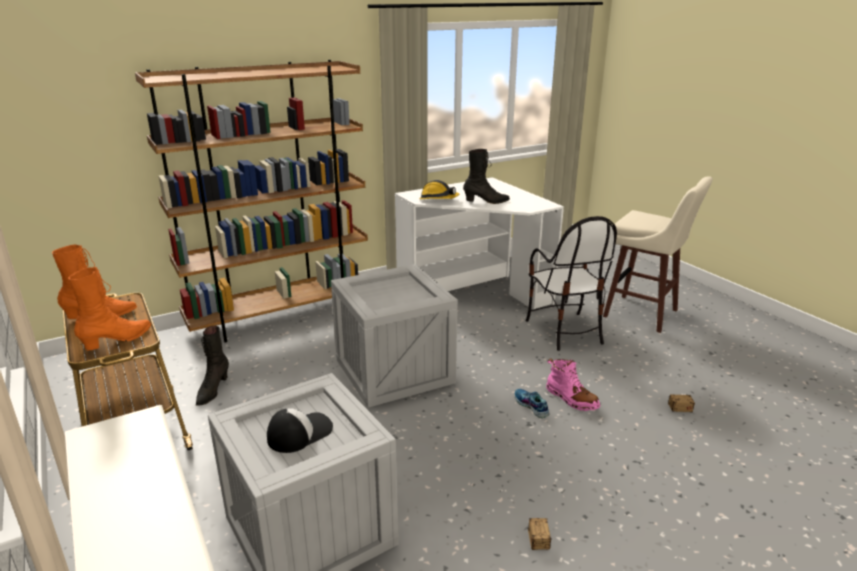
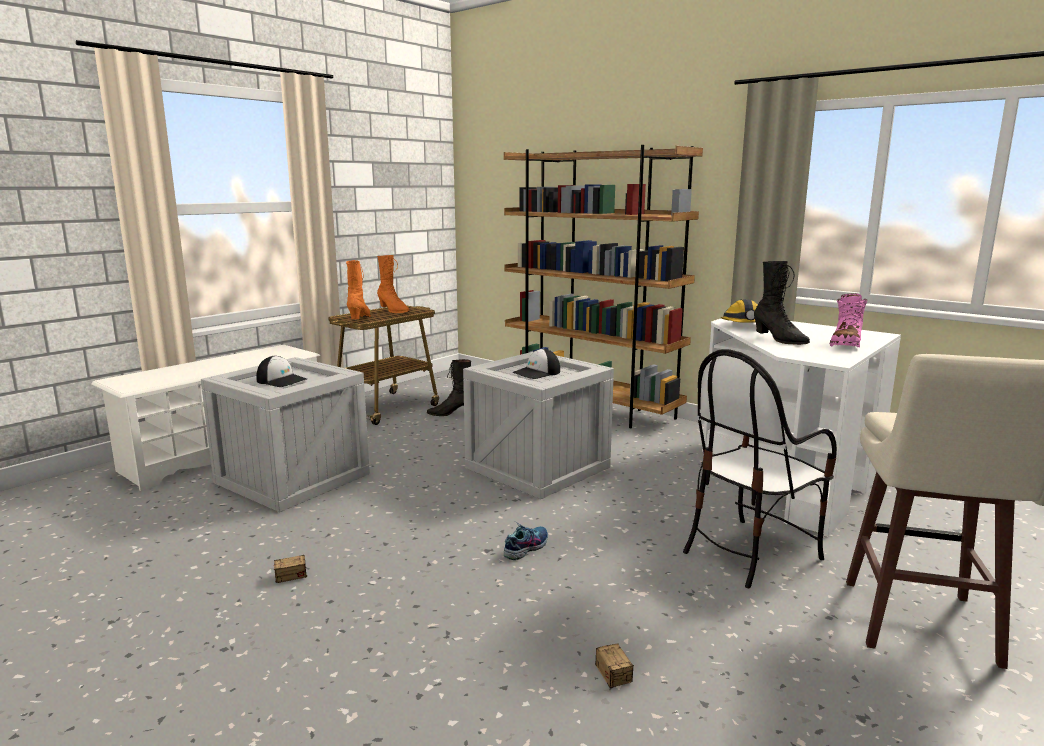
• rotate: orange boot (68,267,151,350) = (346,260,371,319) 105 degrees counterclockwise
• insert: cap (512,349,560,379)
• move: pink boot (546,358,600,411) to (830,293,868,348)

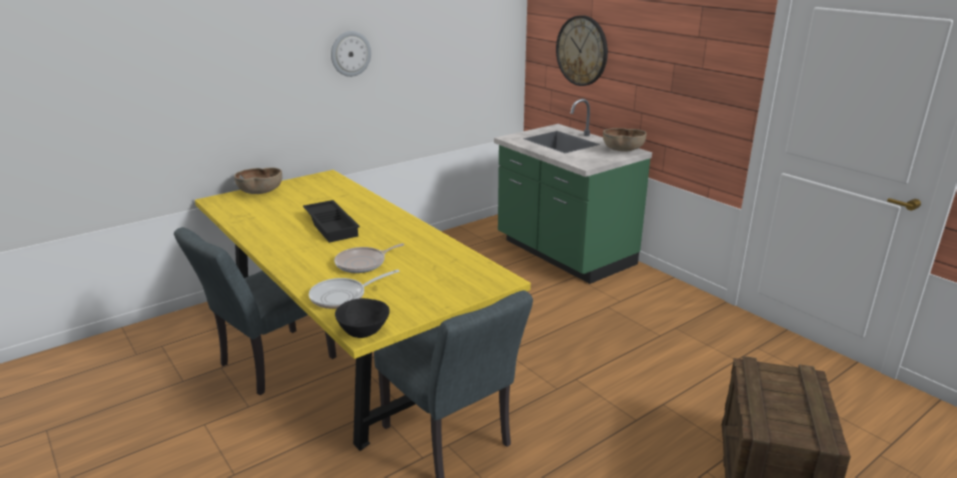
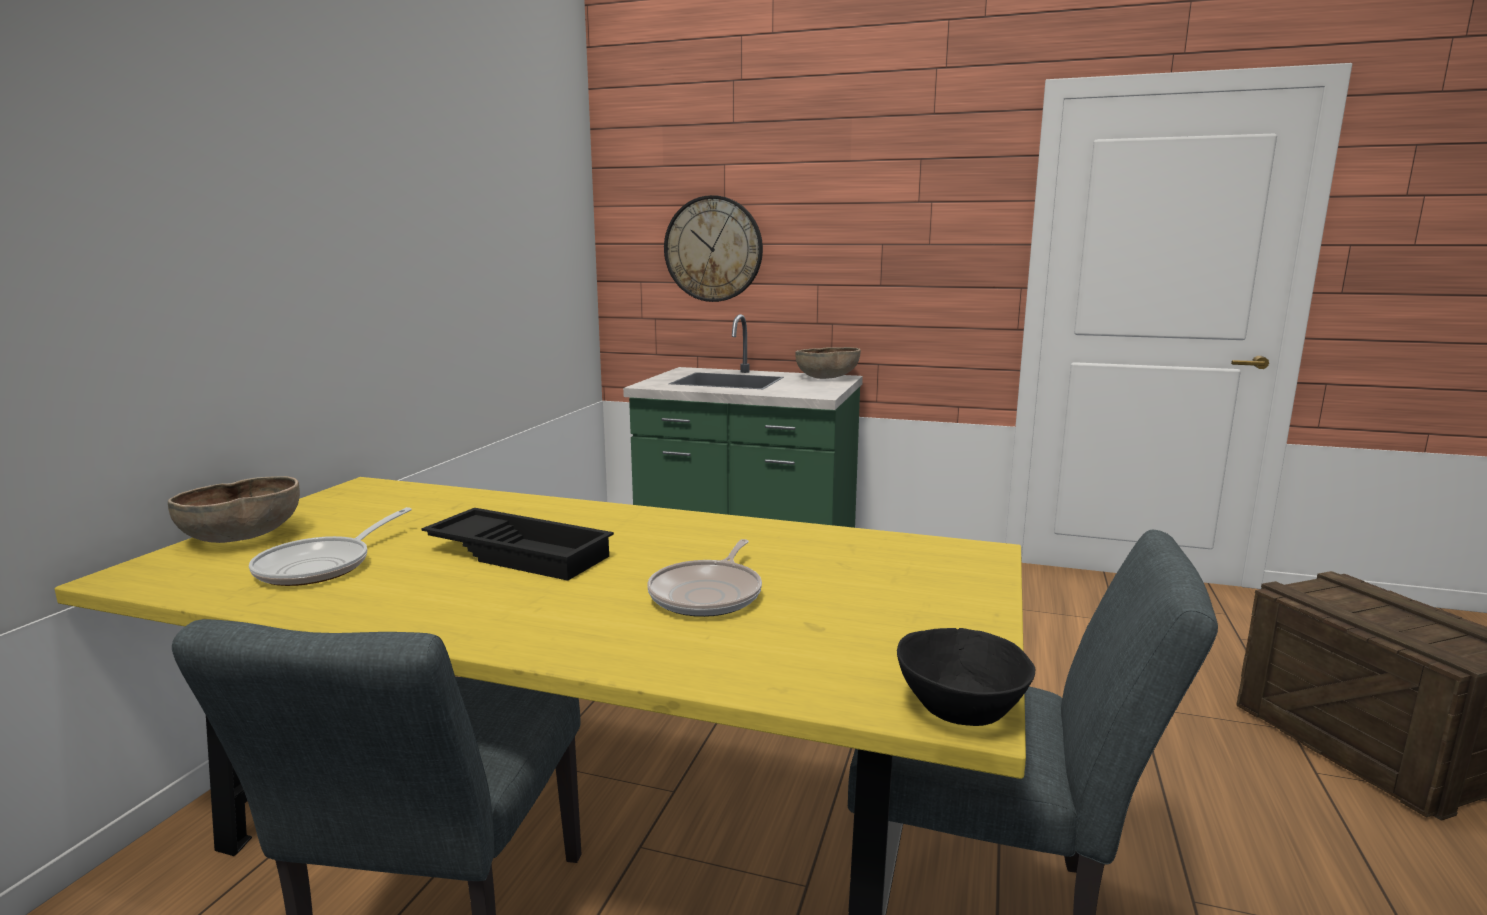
• move: frying pan (309,269,399,309) to (249,507,412,586)
• delete: wall clock (331,31,371,77)

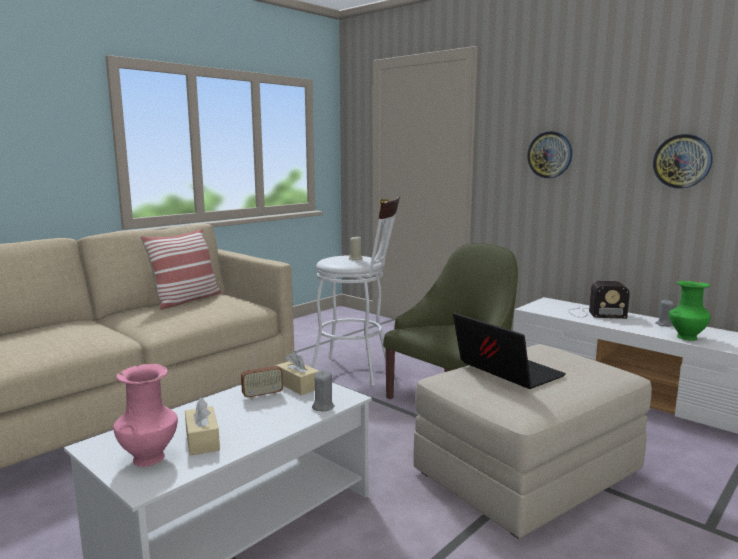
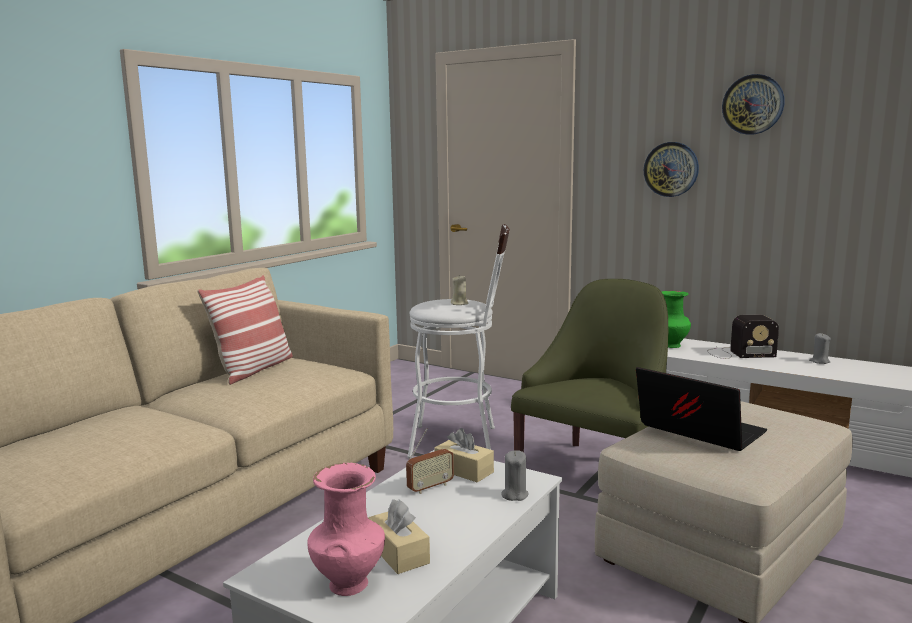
• move: green vase (669,281,711,341) to (662,291,691,348)
• move: wall clock (653,134,713,189) to (722,74,785,135)

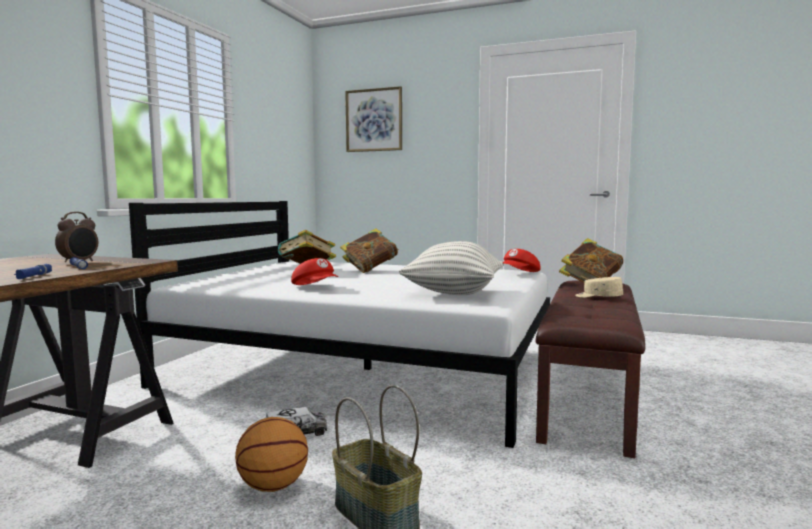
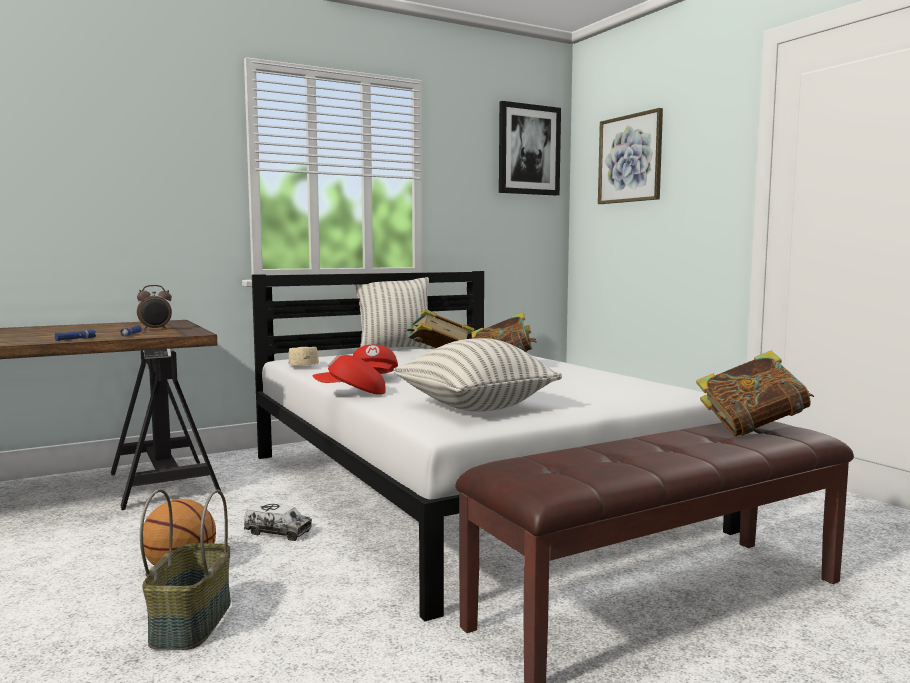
• move: beige cap (575,277,623,298) to (288,347,319,365)
• move: red cap (503,249,540,272) to (313,355,386,395)
• insert: pillow (355,277,436,349)
• insert: picture (499,101,561,196)

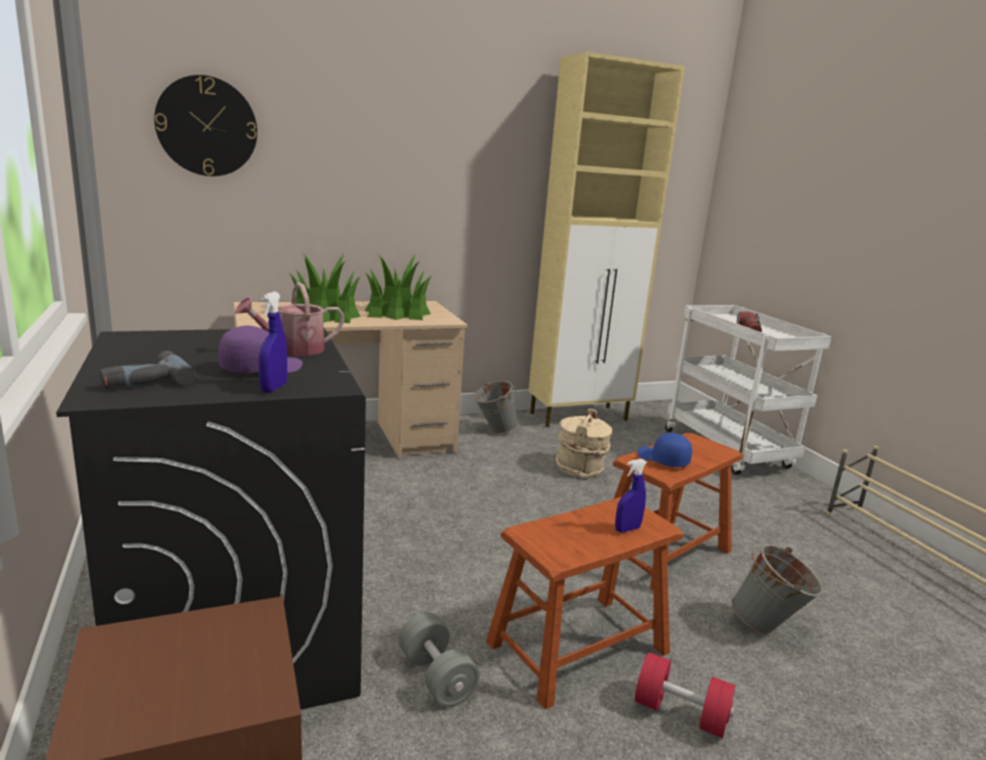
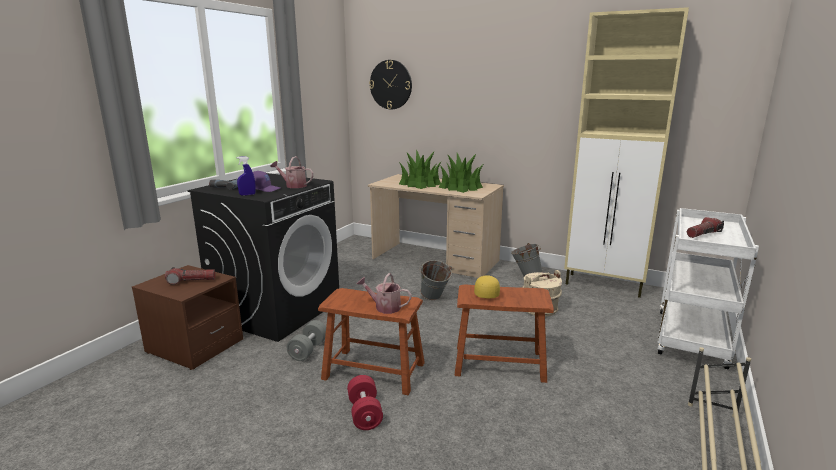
• insert: flashlight (165,267,215,285)
• replace: blue spray bottle (615,459,647,533) to watering can (357,273,412,314)
• move: grey bucket (731,544,823,634) to (419,260,452,300)
• recolor: blue cap (638,433,692,467) to yellow cap (474,275,500,298)

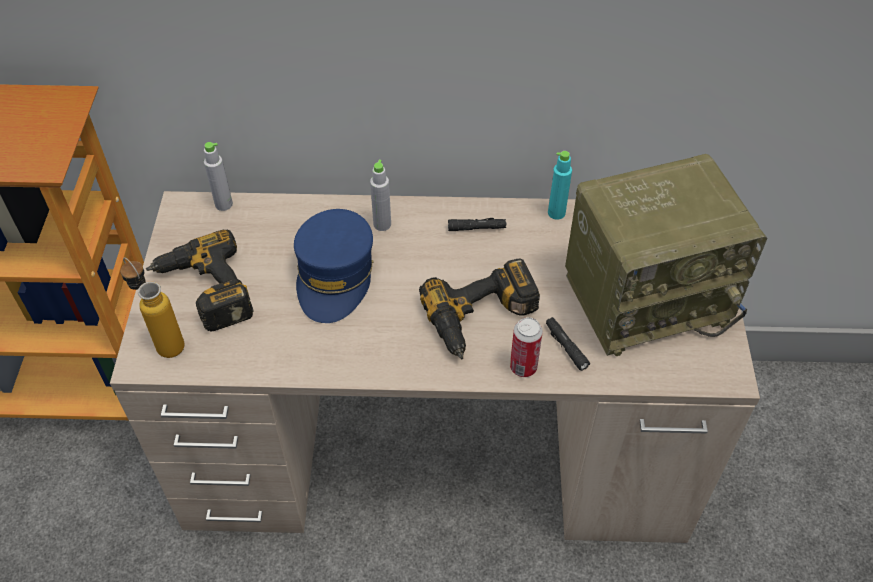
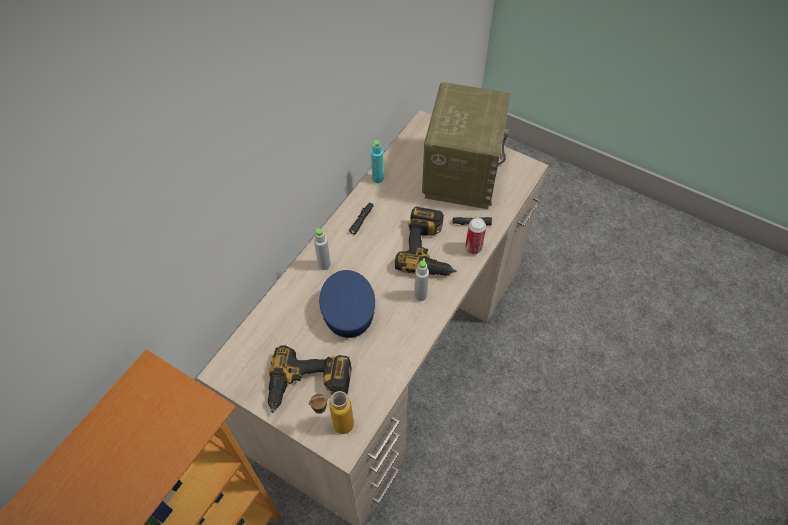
• rotate: blue cap (294,209,373,323) = (319,270,375,338) 135 degrees counterclockwise
• move: grey bottle (204,142,233,211) to (414,258,429,301)

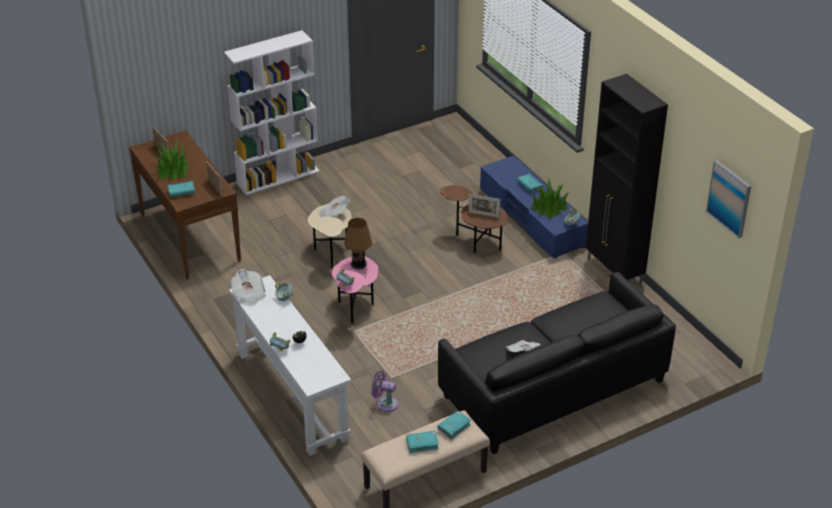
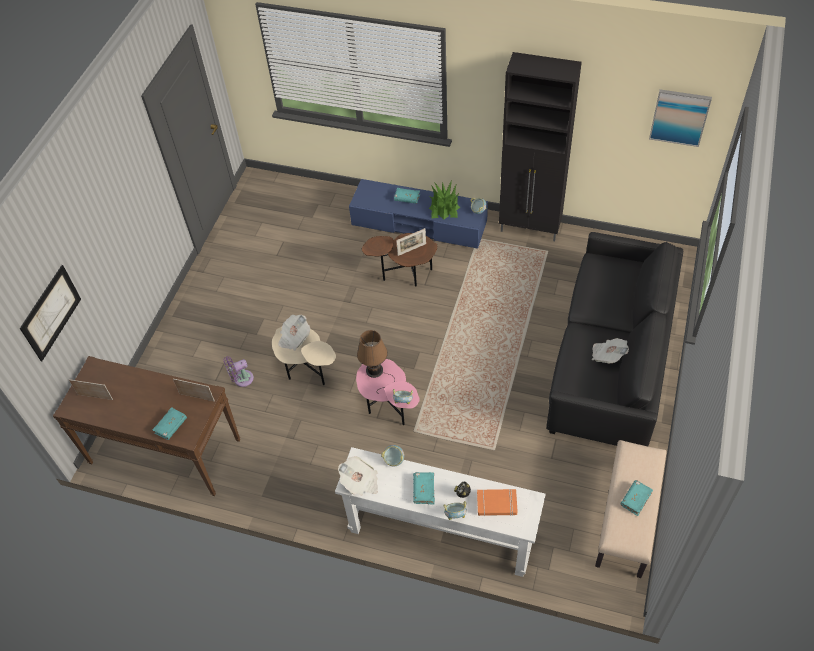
• insert: picture (20,265,81,361)
• move: purple fan (371,371,398,412) to (223,356,254,387)
• move: turquoise book (437,411,471,440) to (413,472,435,504)
• insert: orange book (477,489,518,516)
• delete: potted plant (155,140,190,180)
• delete: white bookcase (224,30,320,195)

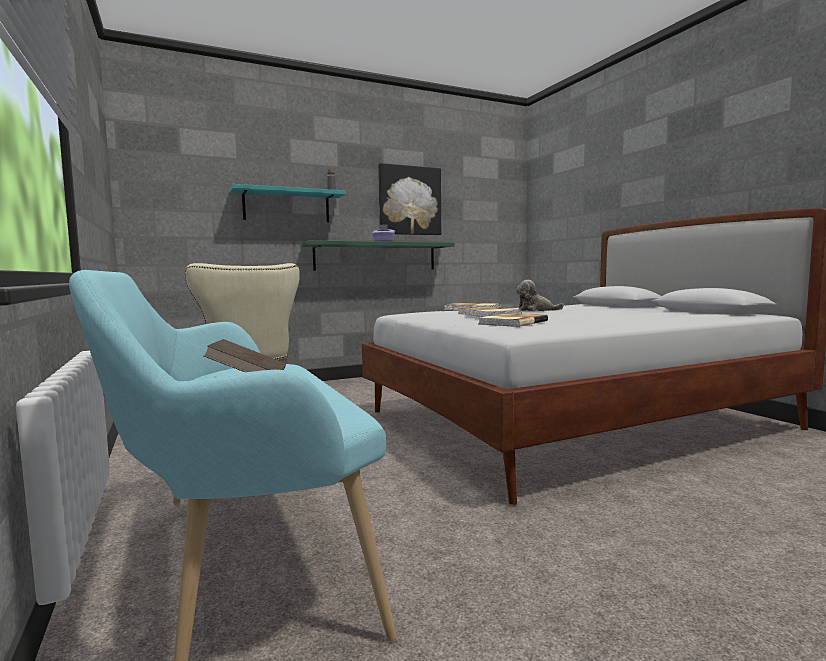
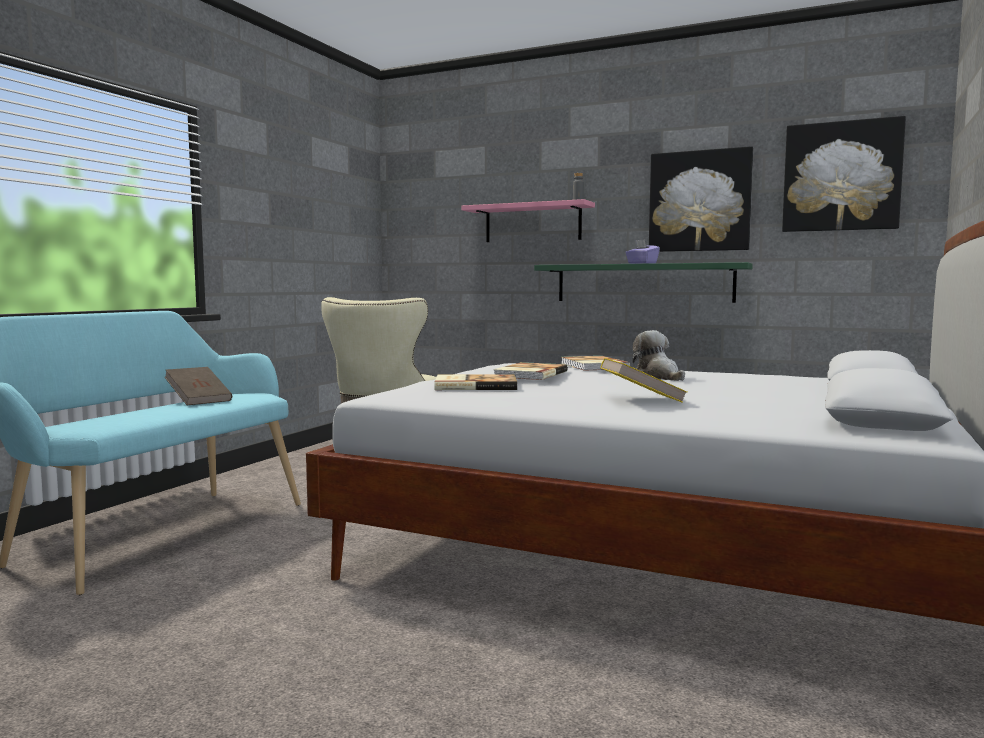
• recolor: turquoise shelf (230,184,346,222) to pink shelf (462,199,595,242)
• insert: yellow book (600,358,687,403)
• insert: picture (782,116,906,232)

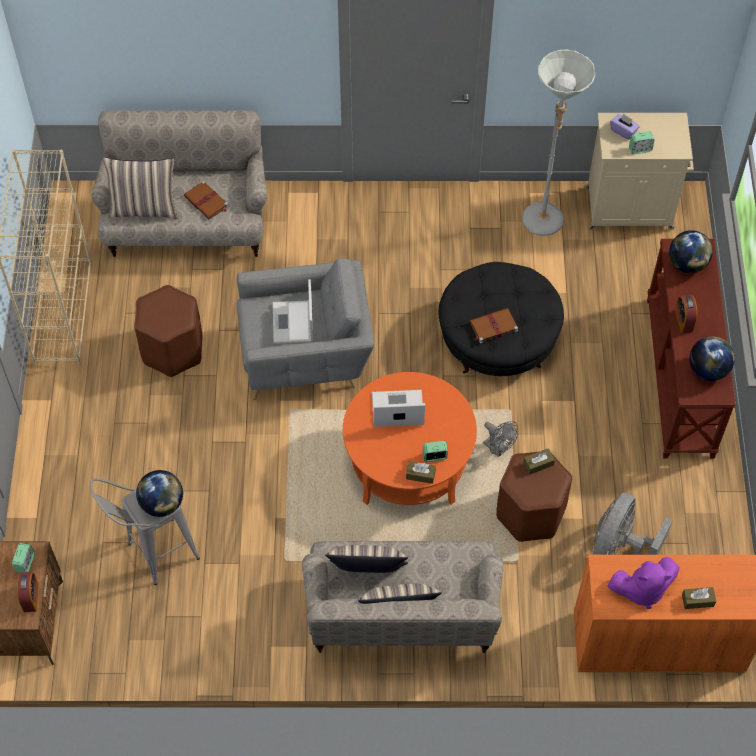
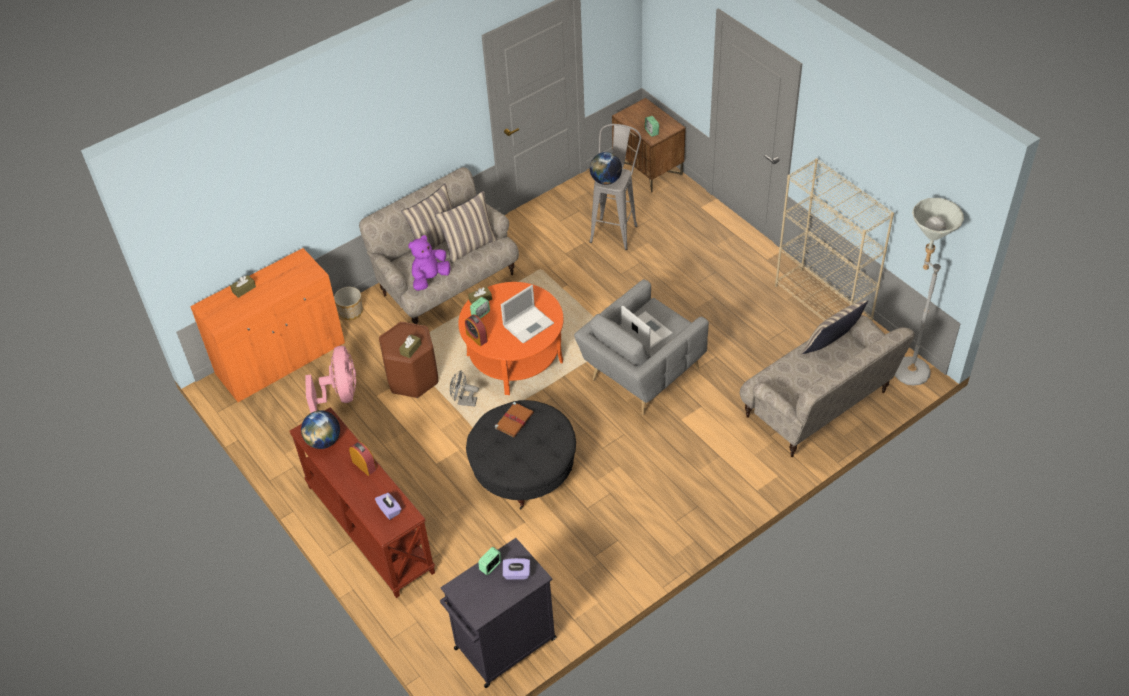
• recolor: grey fan (593,492,673,555) to pink fan (305,346,356,413)
• insert: planter (334,287,363,320)
• replace: globe (669,230,713,273) to purple tissue box (375,493,401,520)
• move: purple plush toy (607,557,680,609) to (408,235,450,291)
• recolor: beige cabinet (585,113,694,230) to black cabinet (440,538,557,688)
• move: alarm clock (17,572,39,612) to (465,315,488,346)
• move: grey floor lamp (522,49,595,236) to (895,198,964,386)
• delete: brown stool (134,285,202,377)
• delete: brown book (184,181,229,219)

